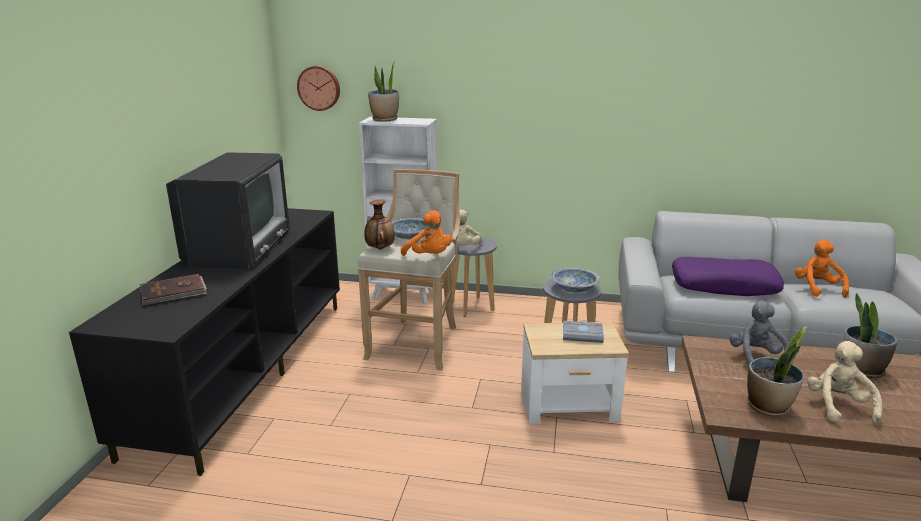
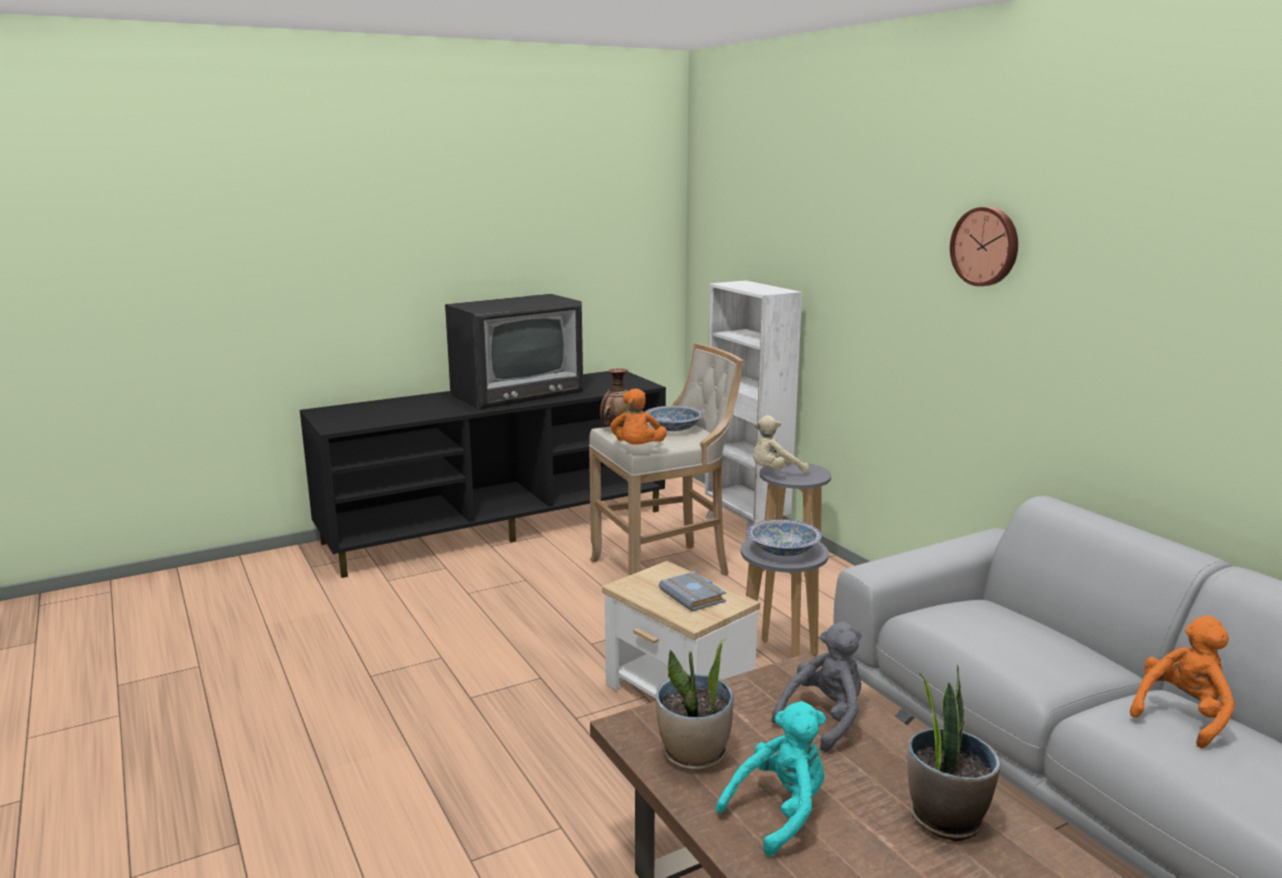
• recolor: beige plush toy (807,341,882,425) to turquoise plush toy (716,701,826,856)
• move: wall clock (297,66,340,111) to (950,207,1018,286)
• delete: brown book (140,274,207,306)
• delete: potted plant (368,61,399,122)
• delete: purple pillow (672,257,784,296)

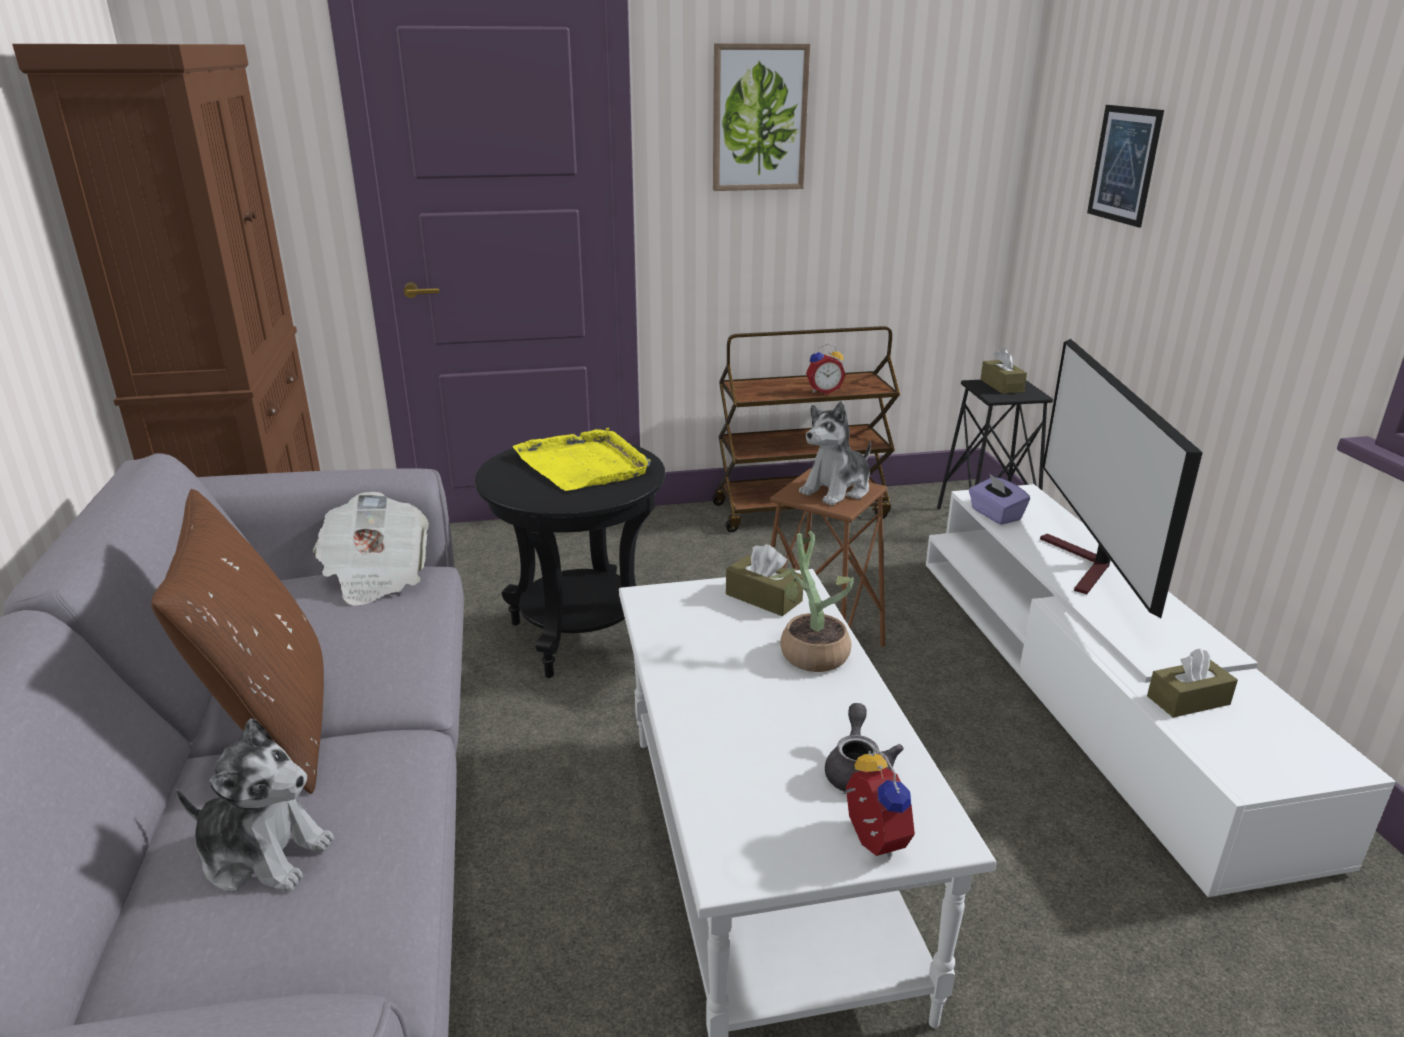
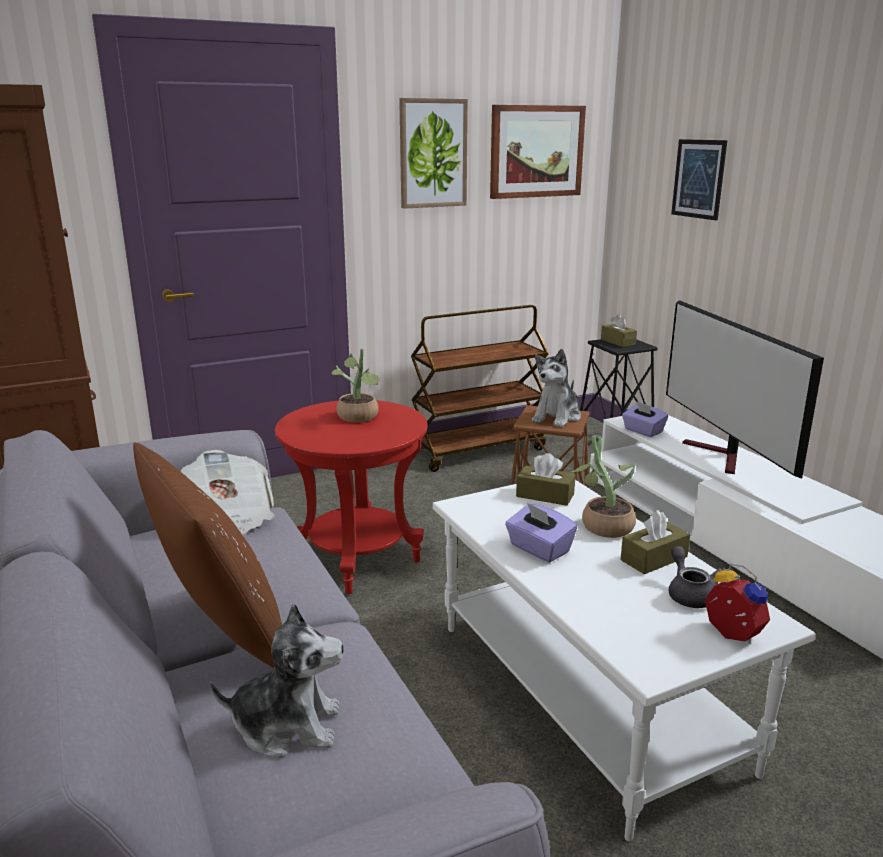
• recolor: black side table (475,444,665,678) to red side table (275,400,428,594)
• replace: yellow tray (513,428,651,491) to potted plant (331,348,379,422)
• insert: picture (490,105,586,199)
• insert: purple tissue box (505,503,577,562)
• move: brown tissue box (1147,648,1238,718) to (621,510,690,574)
• delete: alarm clock (806,344,846,394)

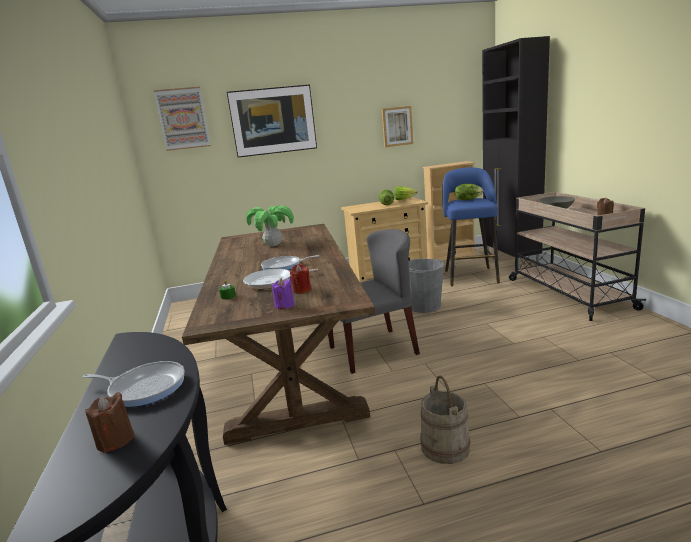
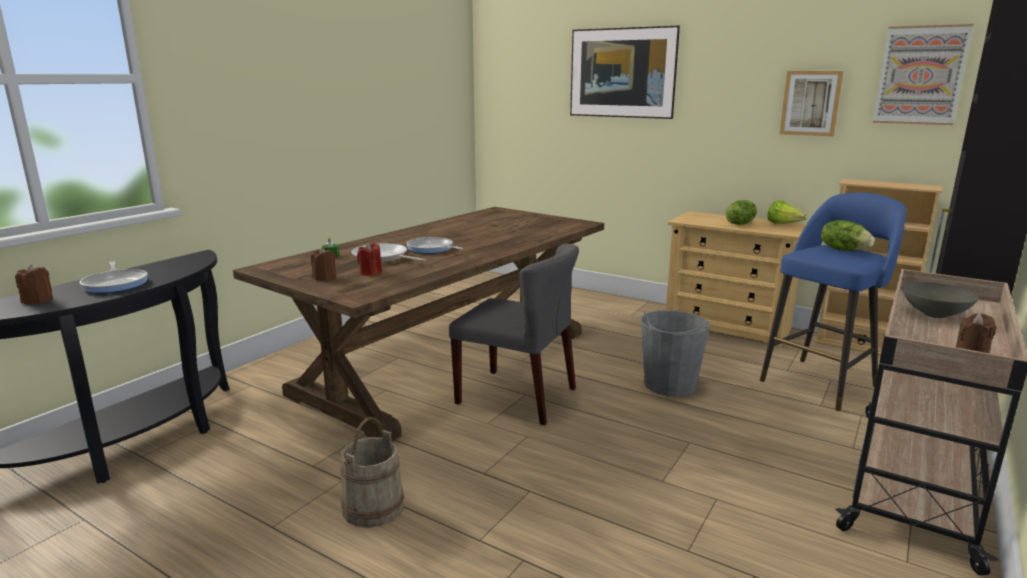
• recolor: purple candle (272,278,295,310) to brown candle (311,247,336,281)
• move: picture (154,87,211,151) to (873,24,974,125)
• delete: potted plant (246,206,294,247)

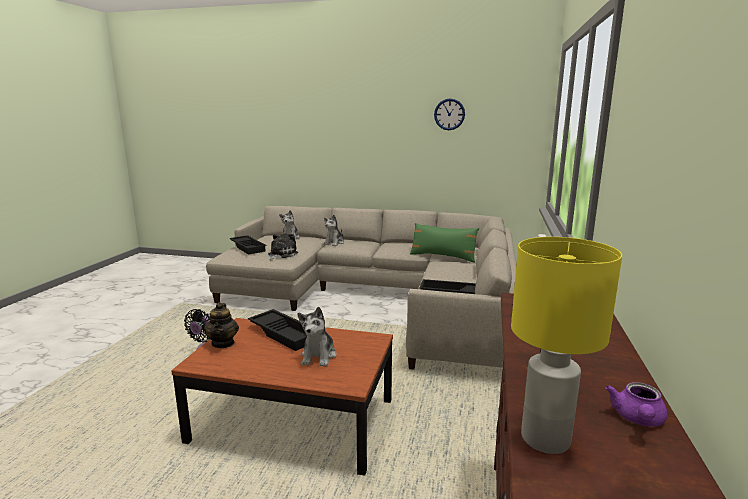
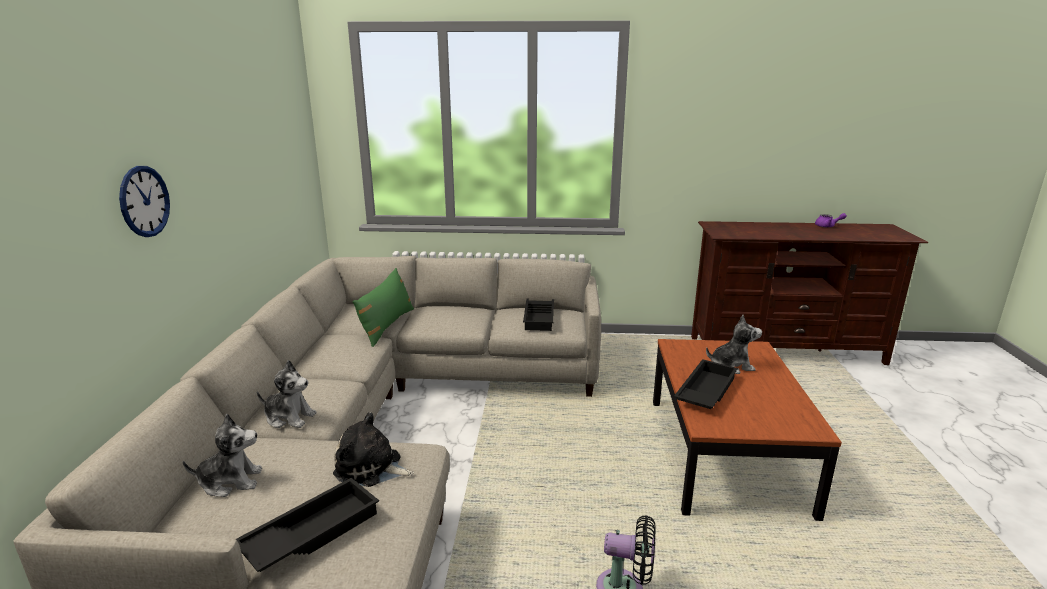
• move: wall clock (434,98,465,130) to (119,166,170,237)
• delete: teapot (204,302,239,348)
• delete: yellow table lamp (511,237,622,454)

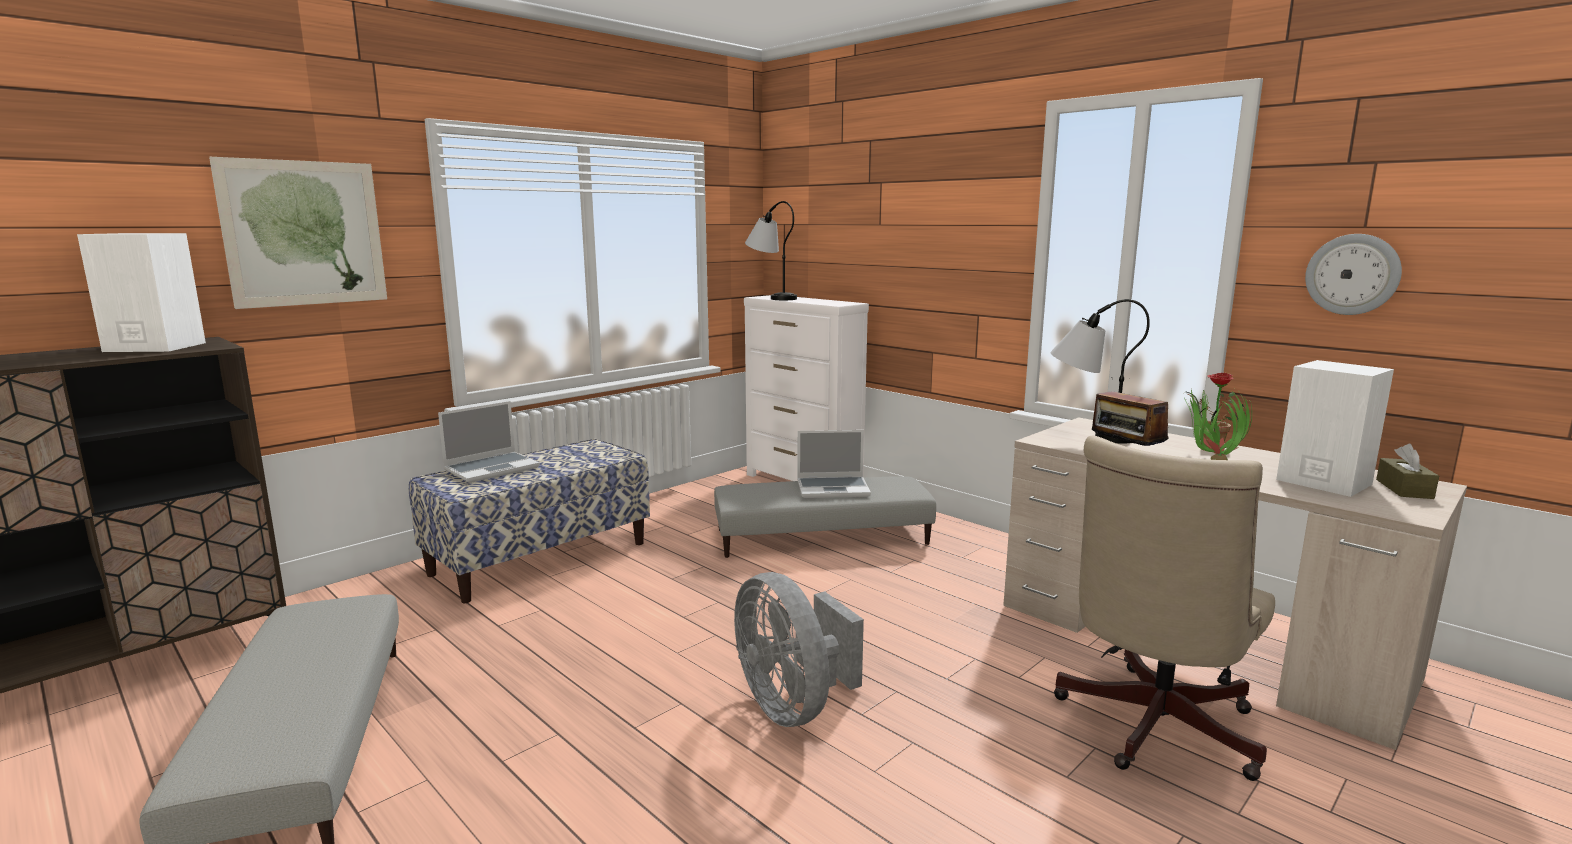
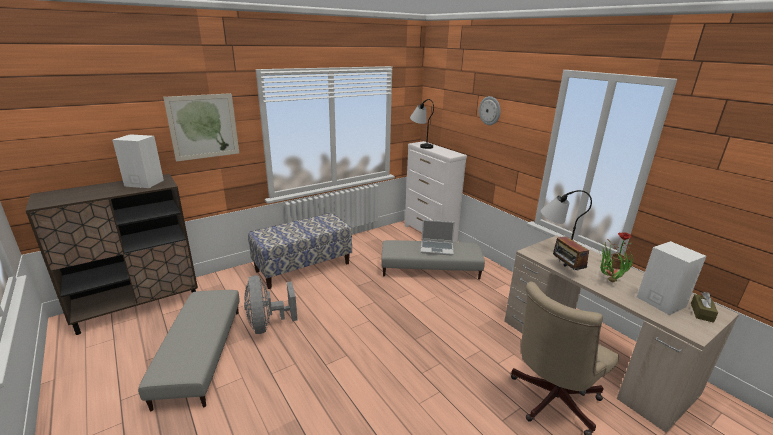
• move: grey fan (734,572,864,727) to (244,275,298,334)
• move: wall clock (1305,234,1402,315) to (479,96,501,125)
• delete: laptop (438,401,540,483)

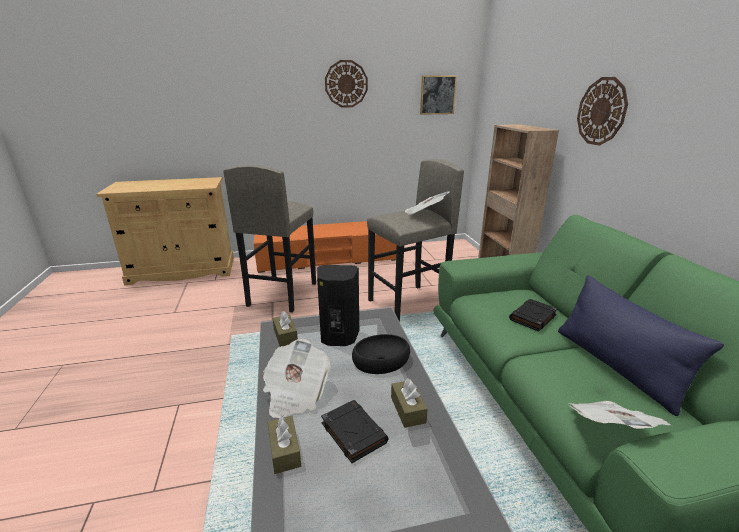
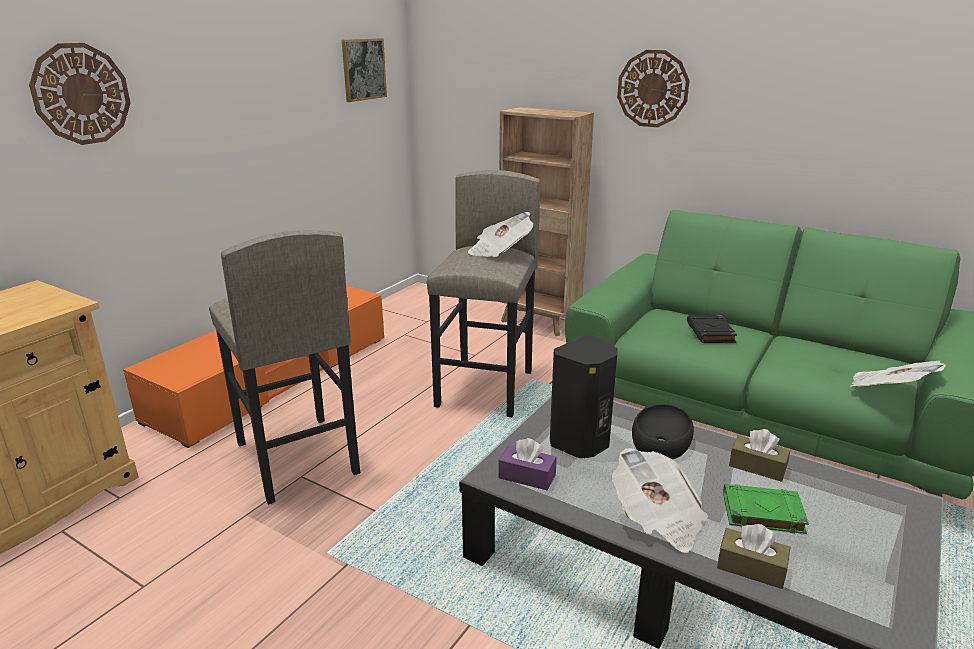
• move: wall clock (325,60,368,107) to (29,43,131,145)
• recolor: brown tissue box (273,311,298,347) to purple tissue box (498,438,557,490)
• recolor: black book (321,400,389,463) to green book (723,484,809,534)
• delete: blue pillow (558,275,724,416)

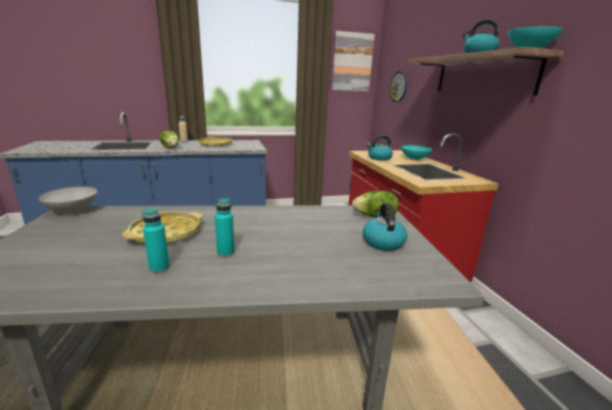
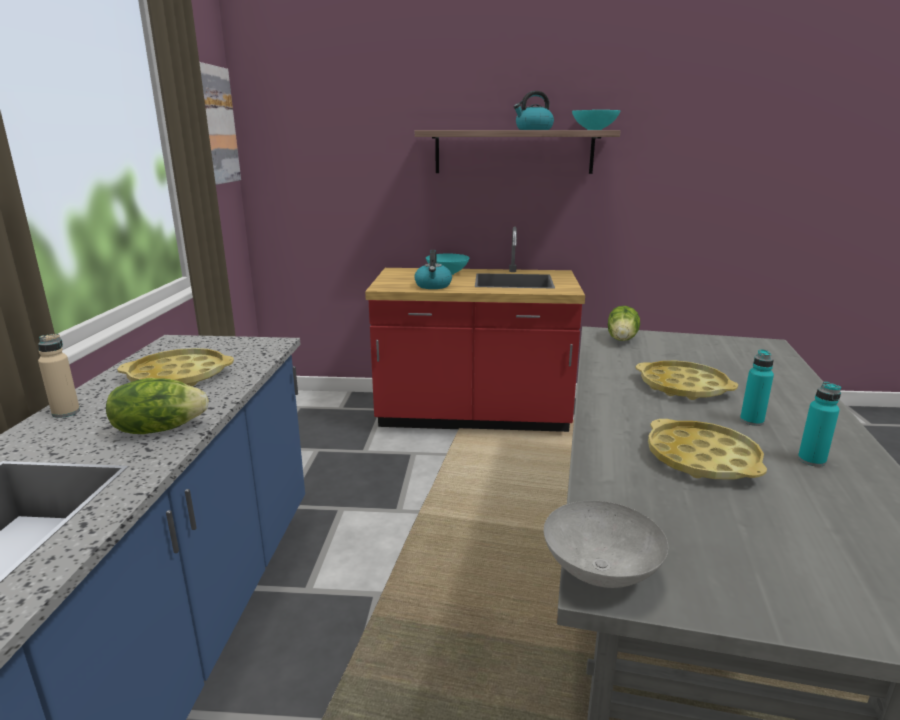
• insert: yellow tray (636,361,738,400)
• delete: kettle (363,203,407,251)
• delete: wall clock (390,71,407,102)

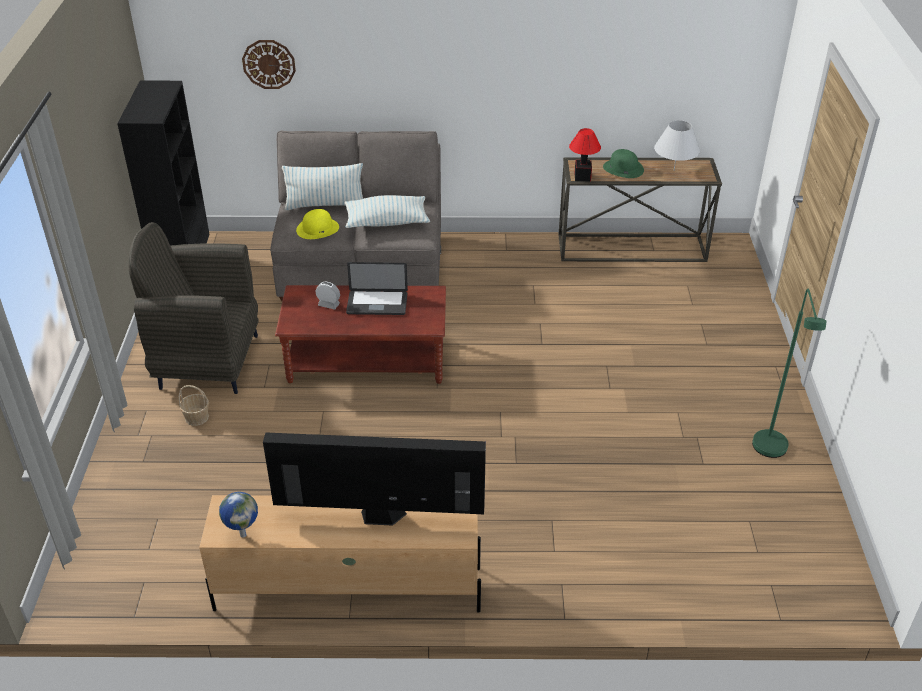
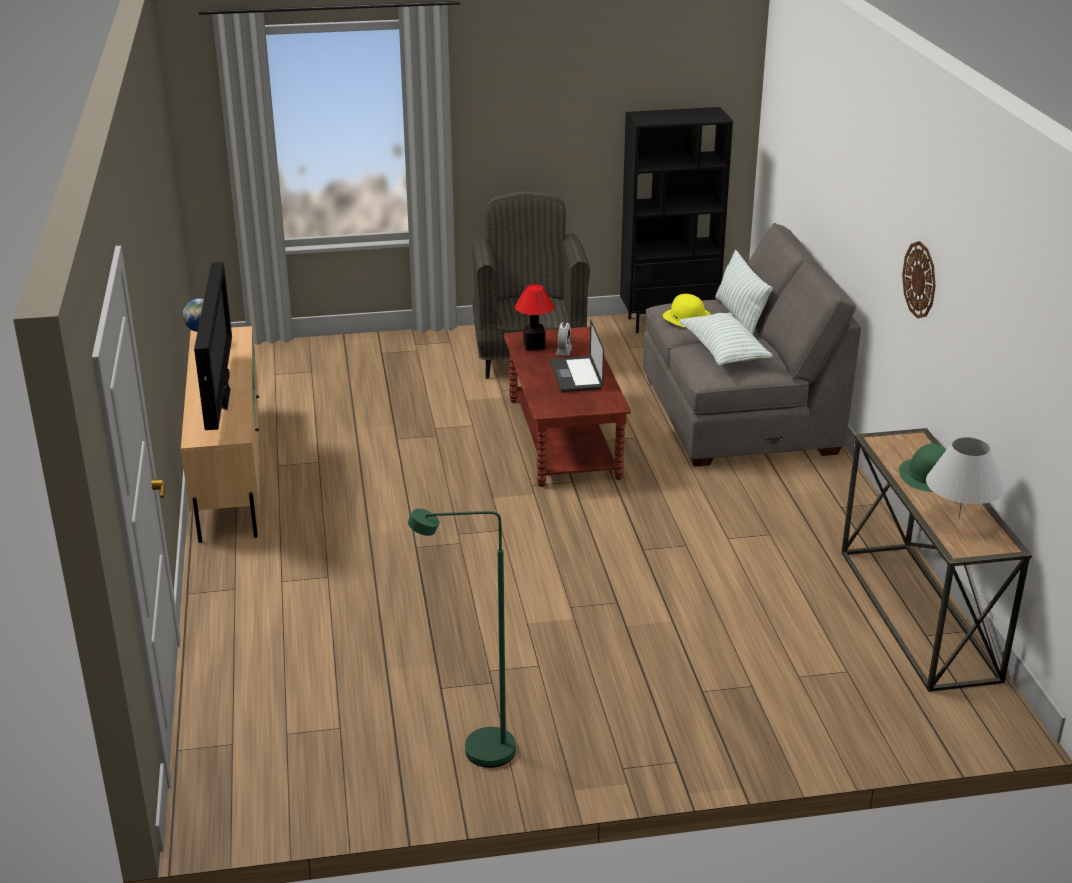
• move: table lamp (569,128,601,181) to (515,284,554,350)
• move: wall clock (242,40,296,89) to (902,241,936,318)
• delete: basket (179,385,209,426)

